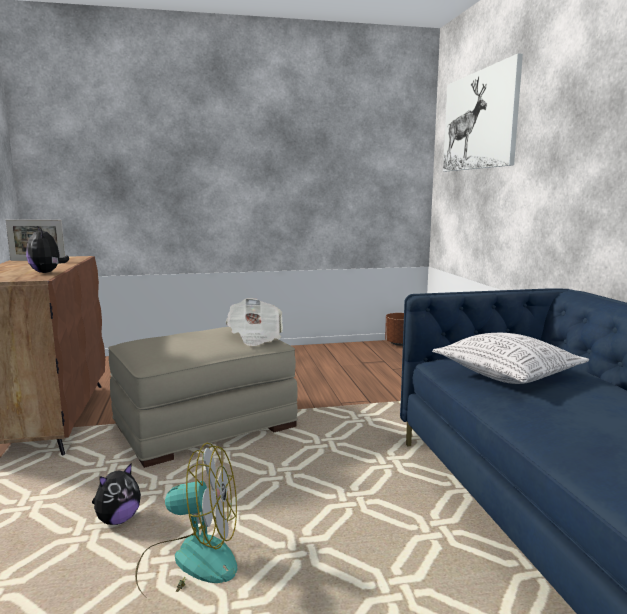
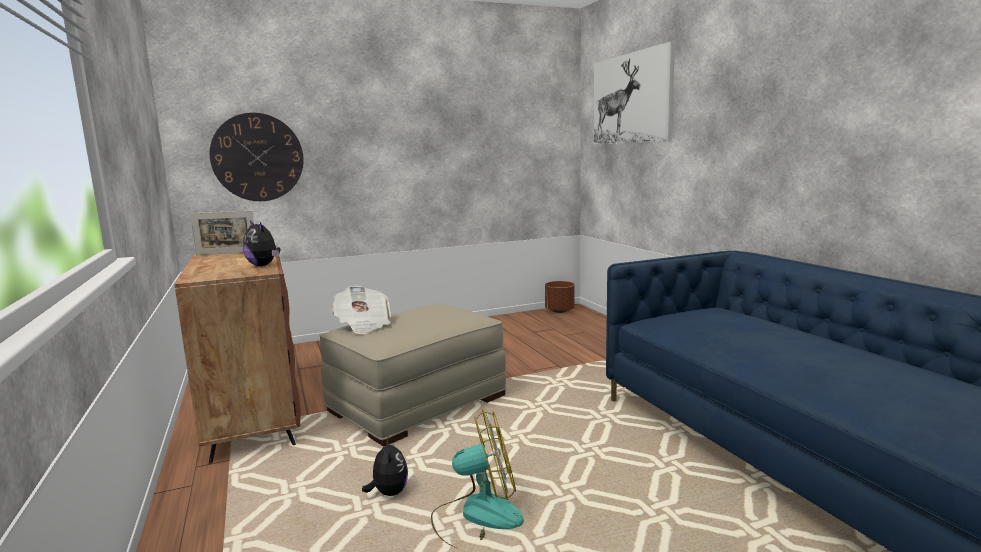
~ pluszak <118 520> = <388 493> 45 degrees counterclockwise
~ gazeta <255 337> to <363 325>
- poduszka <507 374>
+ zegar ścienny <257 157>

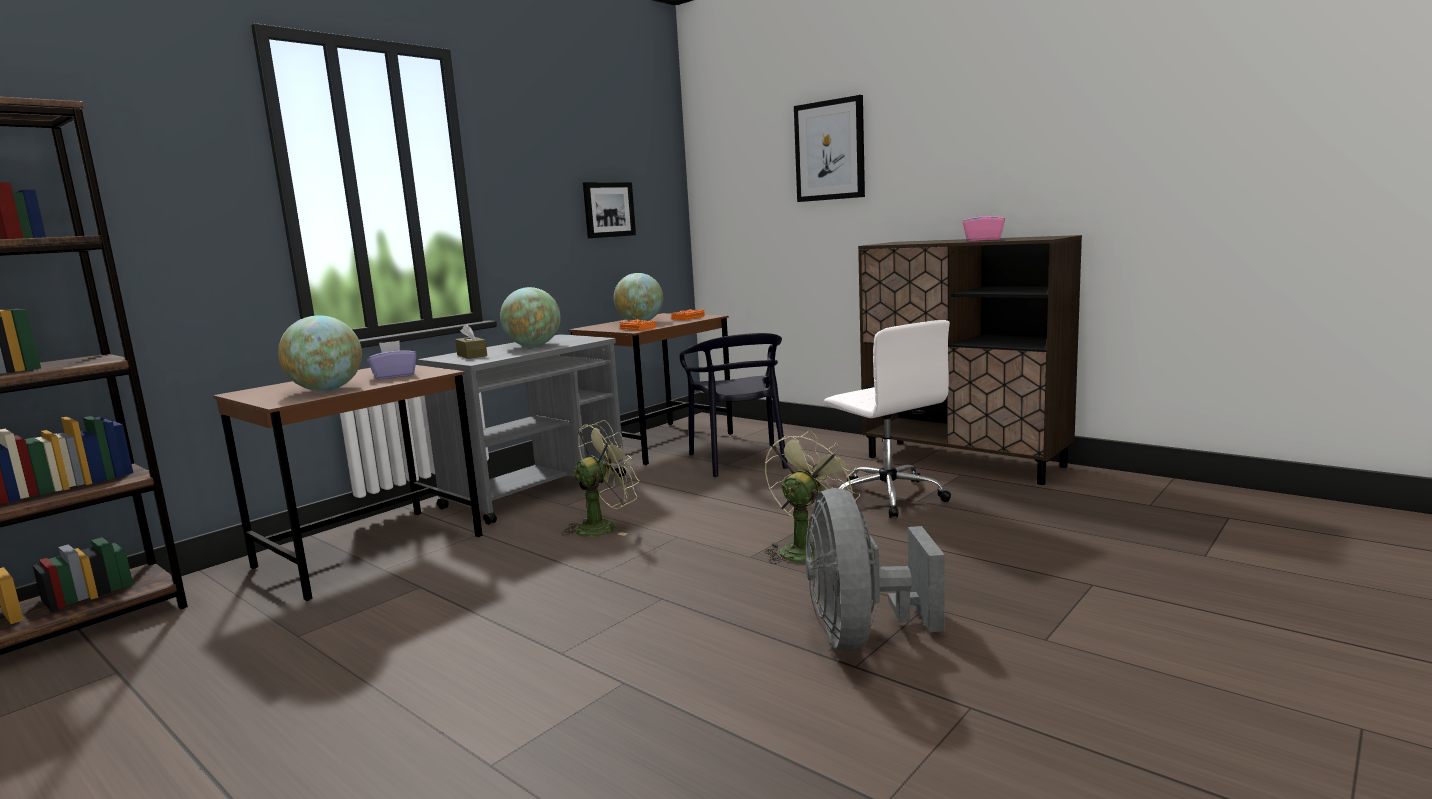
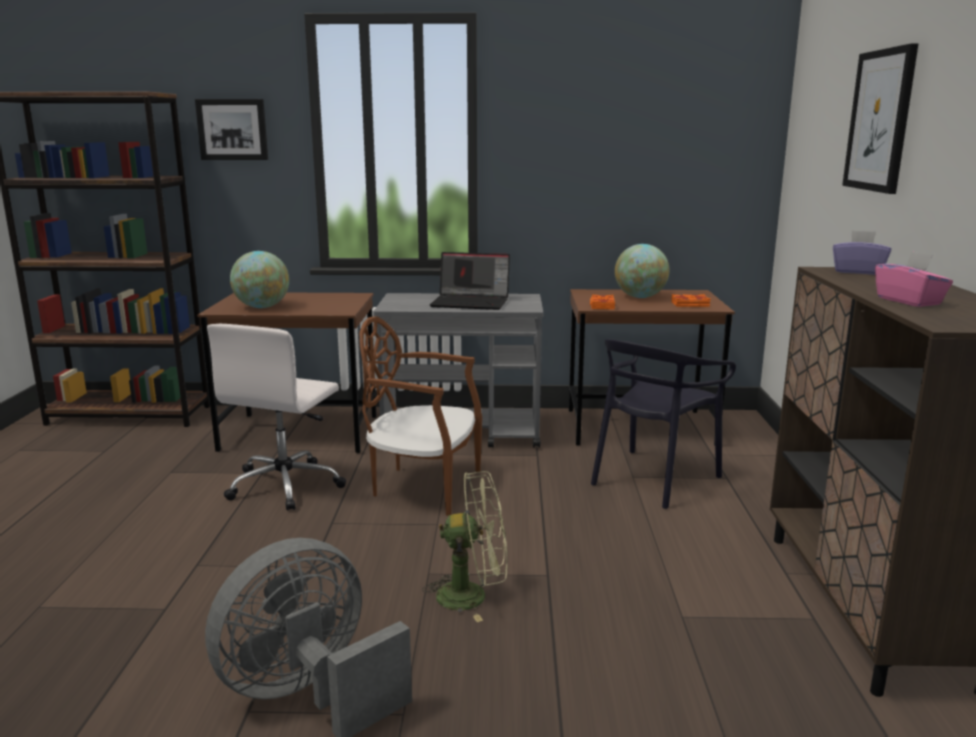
~ pudełko chusteczek/fioletowy <394 376> to <857 271>
- pudełko chusteczek/brązowy <472 355>
~ globus <533 346> to laptop <471 302>
~ wentylator/zielony <604 527> to krzesło/brązowy <423 486>
~ obraz <608 209> to <232 129>
~ krzesło biurowe/biały <887 497> to <286 485>

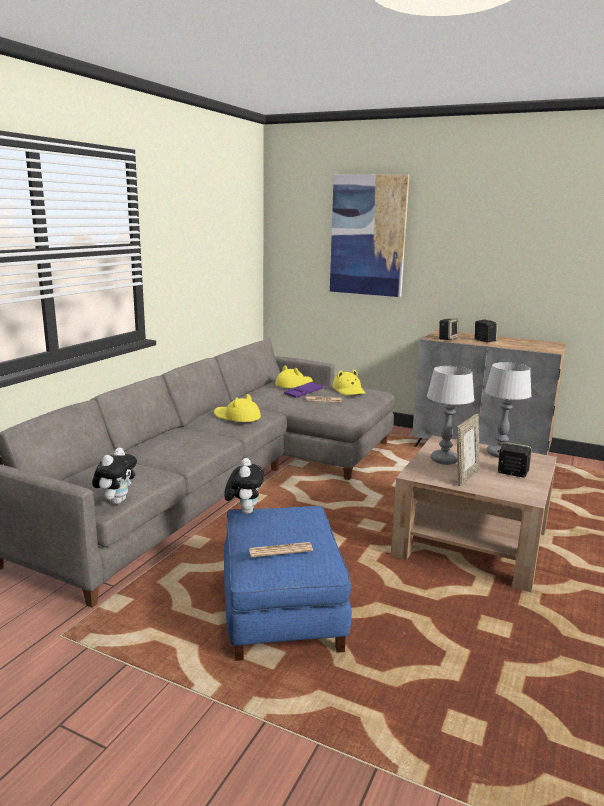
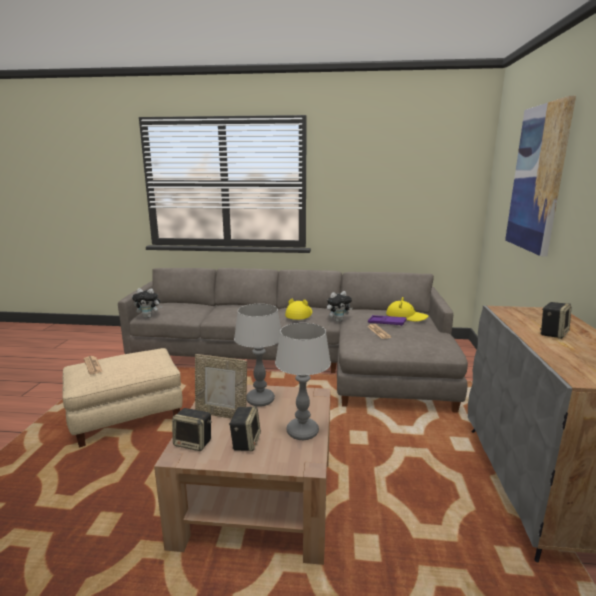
~ pluszak <244 511> to <338 320>
~ pufa/niebieski <280 611> to pufa/beżowy <128 415>
- kapelusz/żółty <349 390>
~ głośnik <447 339> to <194 443>

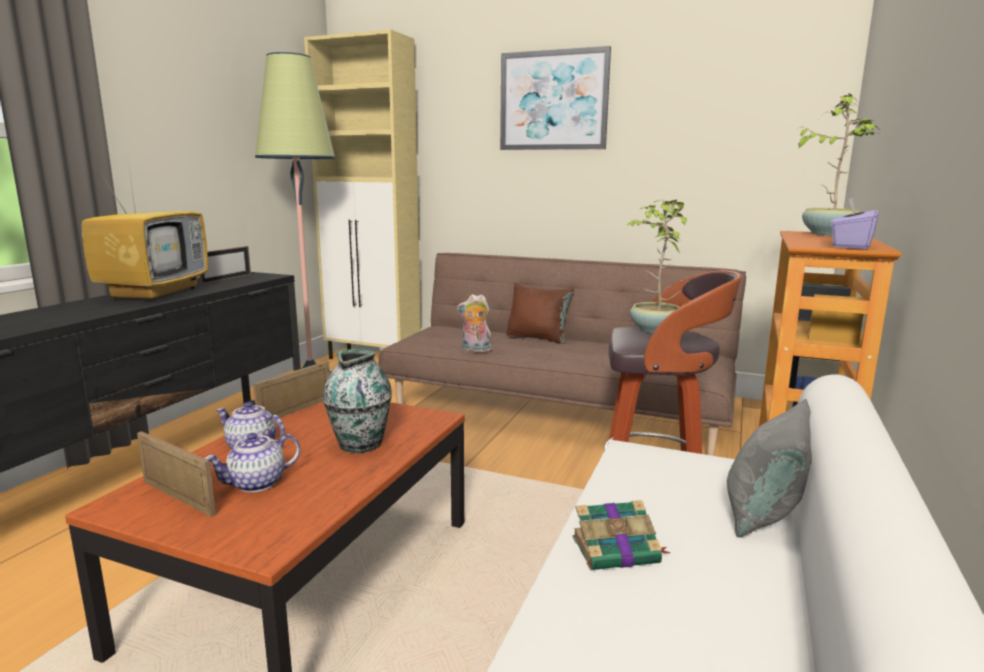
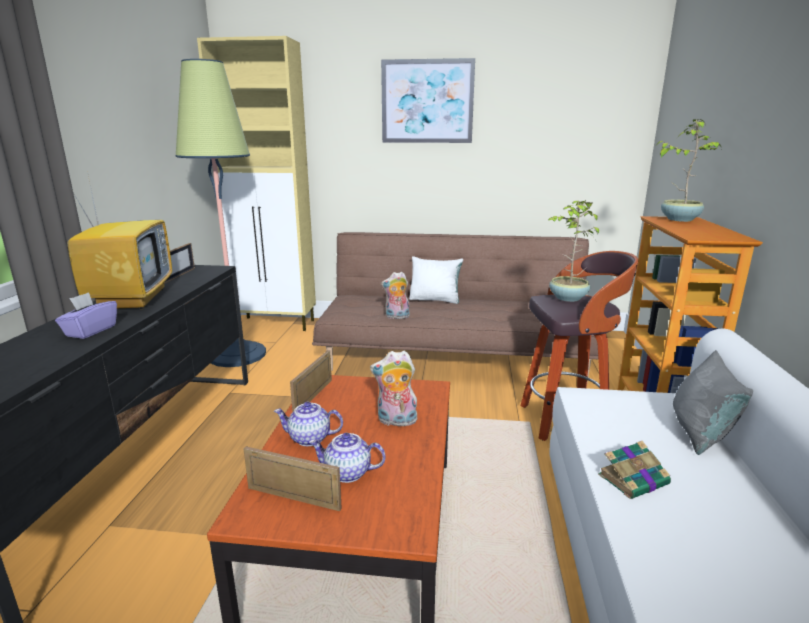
~ imbryk <256 484> = <347 473> 60 degrees clockwise
~ wazon <360 444> to pluszak <396 421>
~ poduszka/brązowy <538 337> to poduszka/biały <435 300>
~ pudełko chusteczek/fioletowy <850 246> to <90 331>

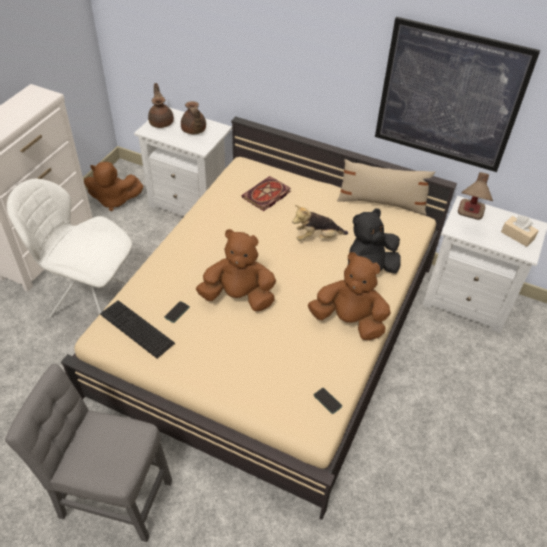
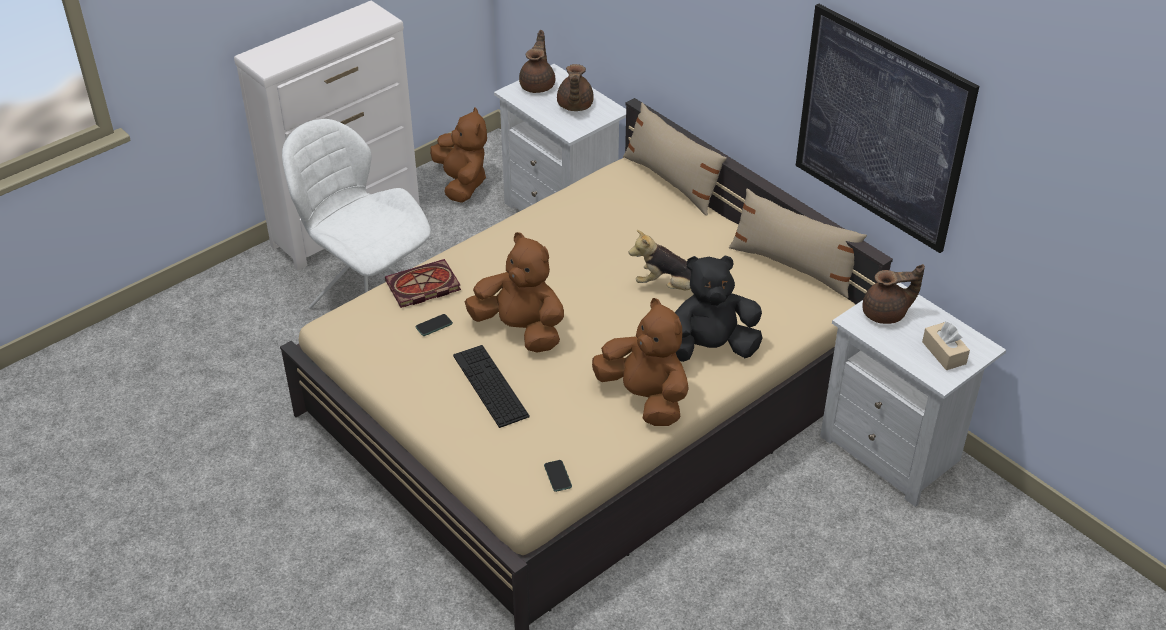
- krzesło/szary <111 495>
~ pluszak/brązowy <114 200> = <462 183> 135 degrees counterclockwise
~ klawiatura <136 328> to <490 385>
~ książka <266 196> to <421 287>
~ lampa stołowa <468 219> to imbryk/brązowy <886 314>
+ poduszka/beżowy <672 181>

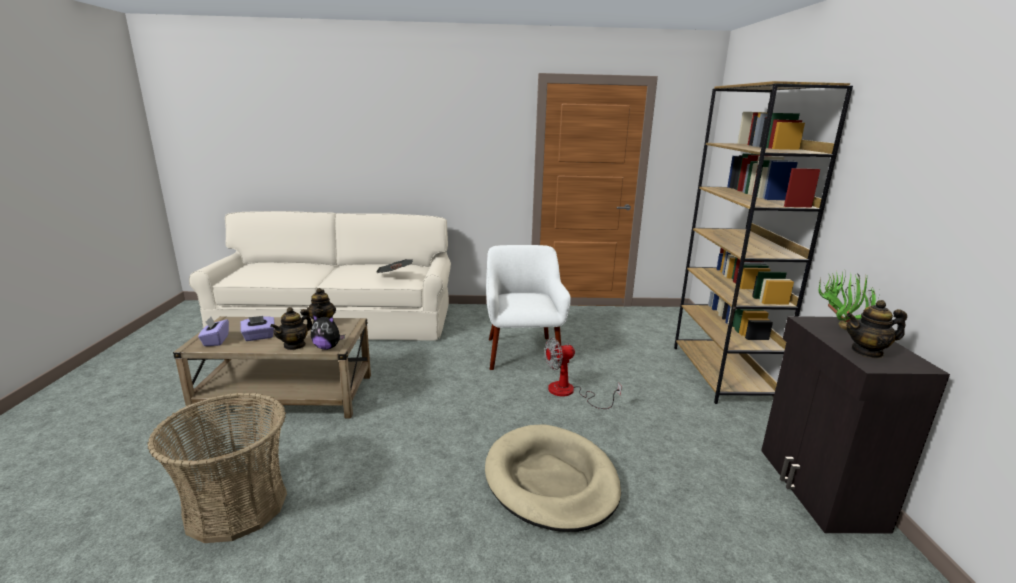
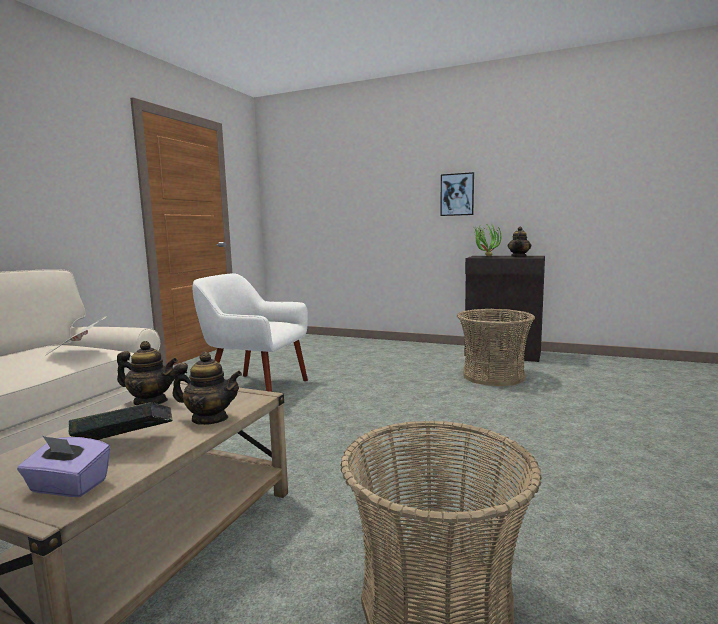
~ pudełko chusteczek/fioletowy <259 337> to książka <126 445>
~ imbryk <295 345> = <210 419> 45 degrees counterclockwise
- pluszak <327 347>
- legowisko/beżowy <551 480>
- wentylator <569 393>
- regał/brązowy <721 373>
+ obraz <457 194>
+ koszyk <493 376>

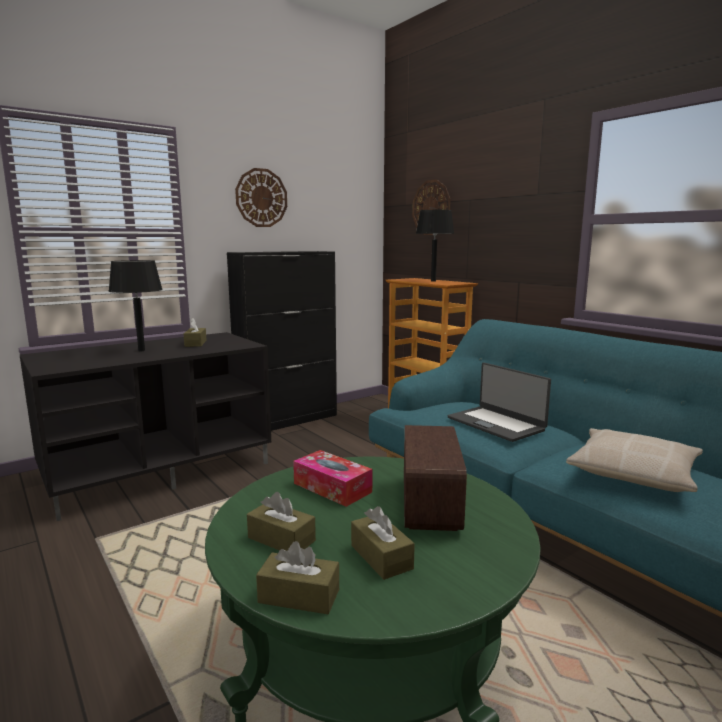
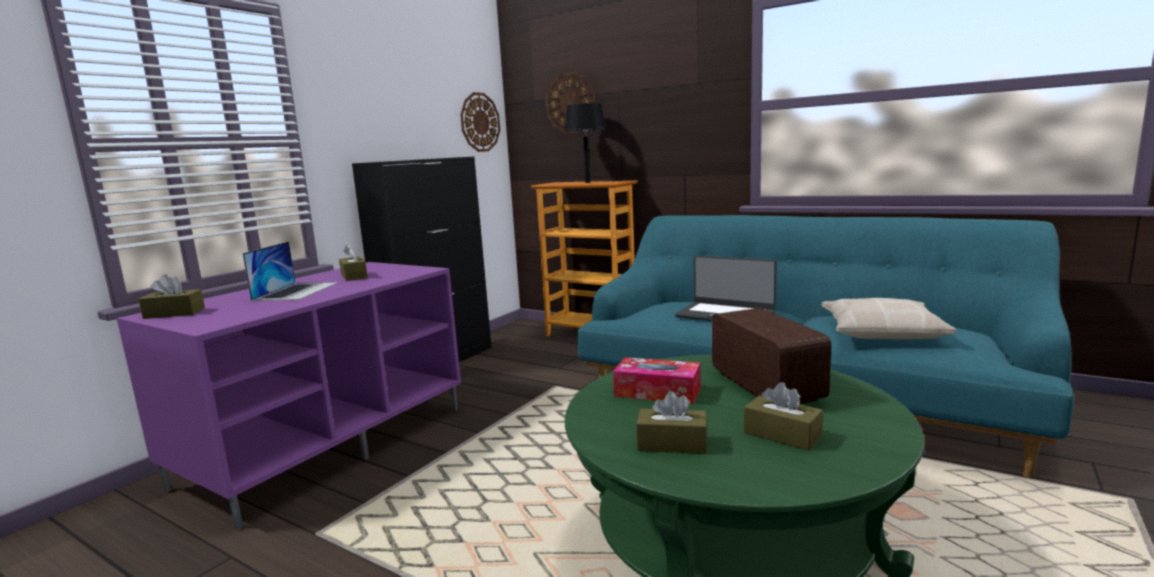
~ szafka pod telewizor/czarny <160 471> to szafka pod telewizor/fioletowy <328 444>
~ lampa stołowa/czarny <141 350> to laptop <296 291>
~ zegar ścienny <261 198> to <480 122>
~ pudełko chusteczek/brązowy <299 596> to <174 313>

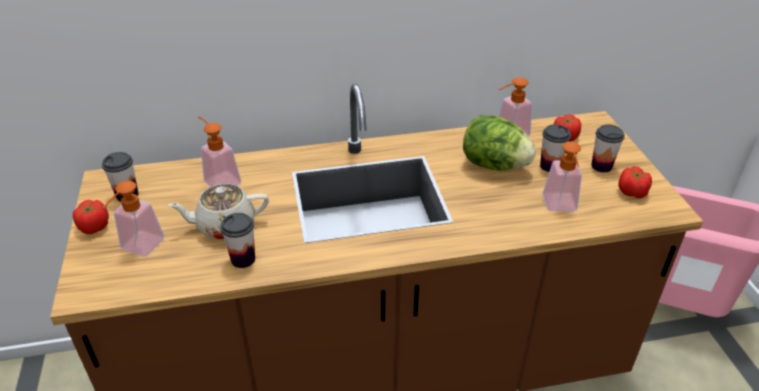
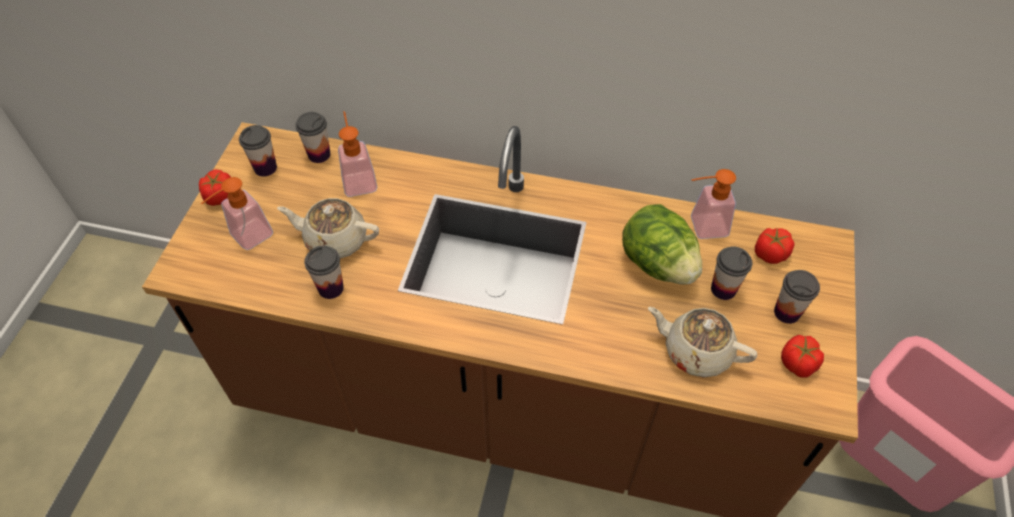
~ dozownik mydła <560 207> to imbryk/beżowy <696 351>
+ filiżanka <319 154>

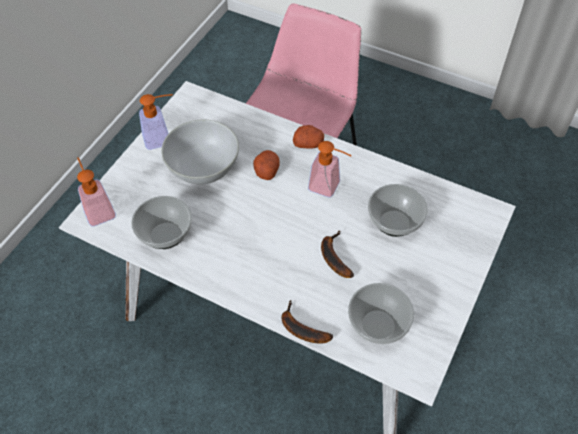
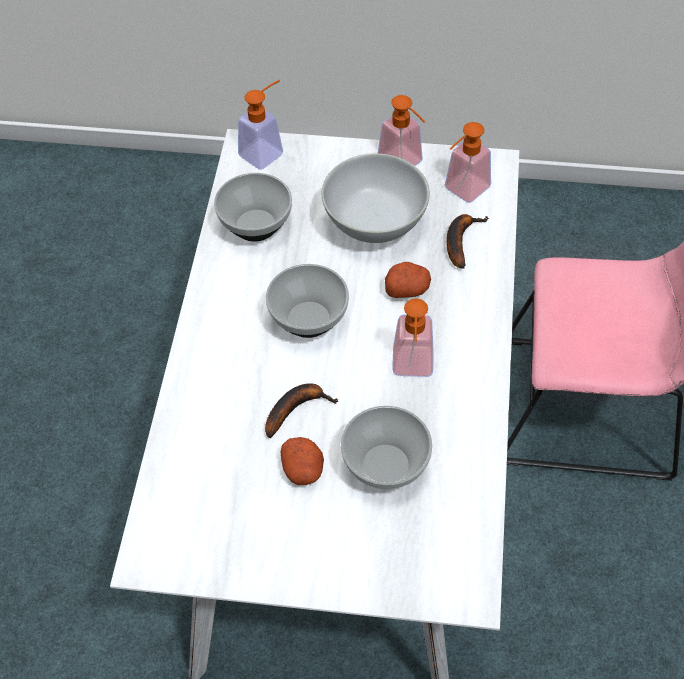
~ banan <300 329> to <460 240>
~ ziemniak <308 143> to <303 469>
~ miska <377 325> to <309 319>
+ dozownik mydła <462 192>

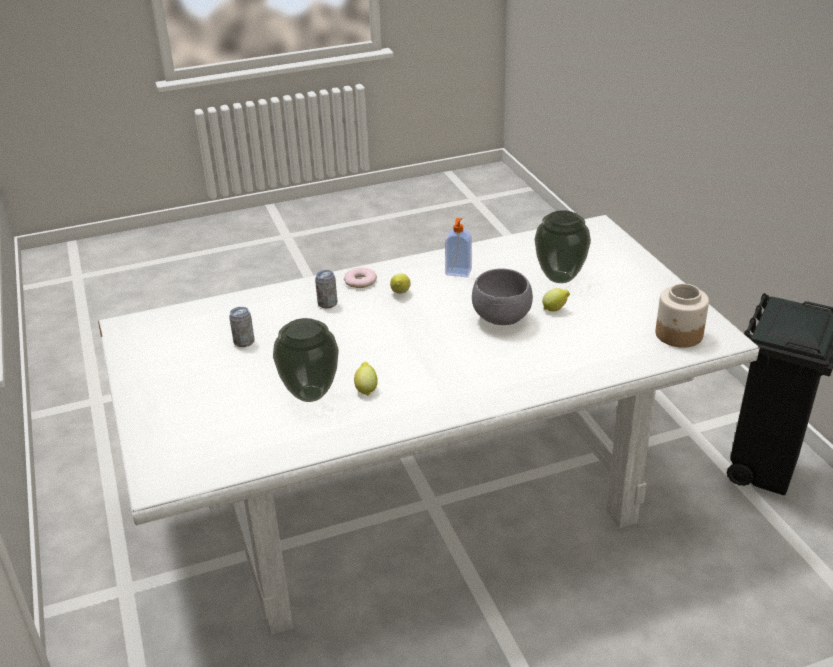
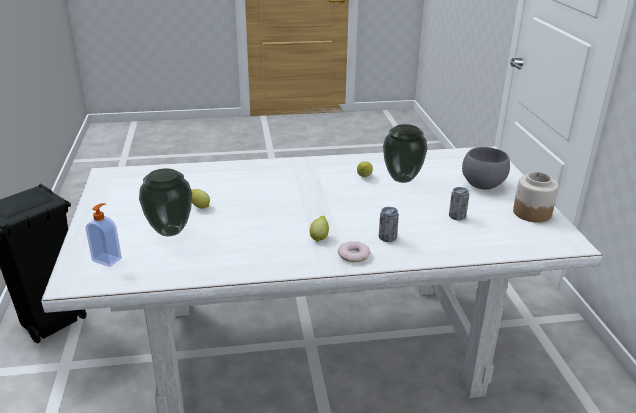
~ dozownik mydła <458 272> to <107 259>
~ miska/szary <503 319> to <481 185>
~ słoik <679 335> to <532 213>

